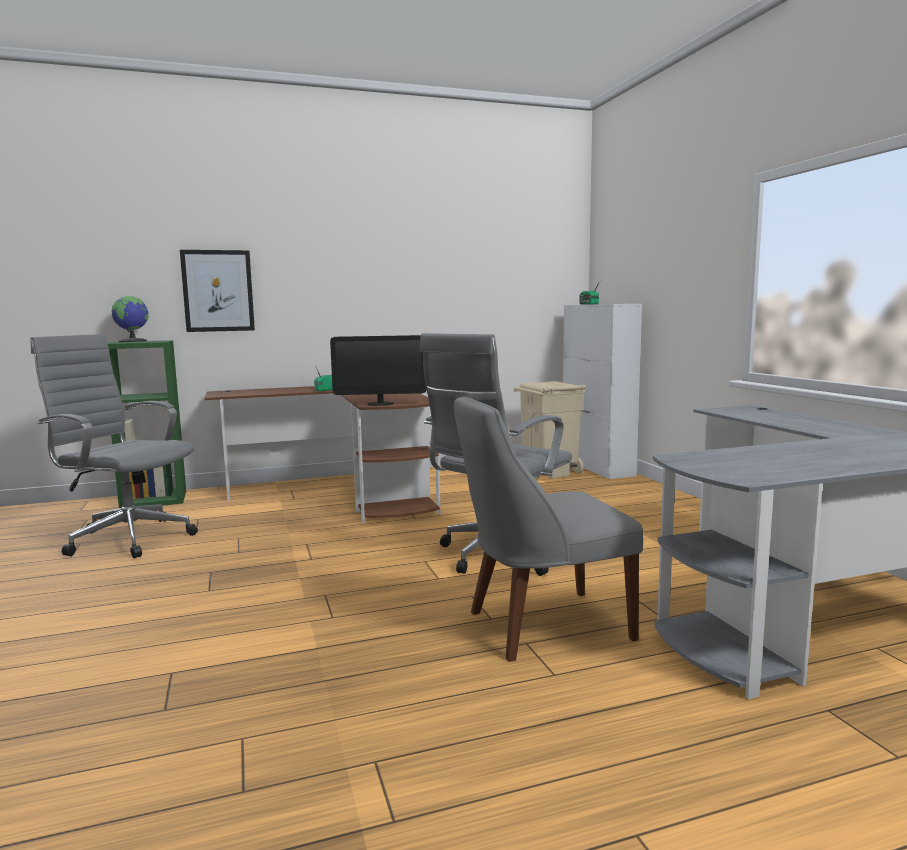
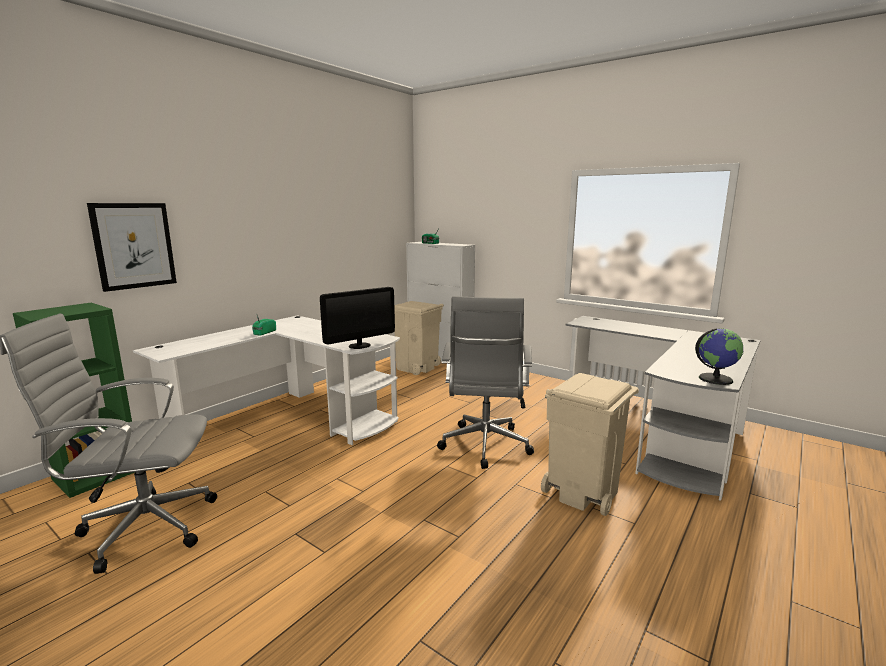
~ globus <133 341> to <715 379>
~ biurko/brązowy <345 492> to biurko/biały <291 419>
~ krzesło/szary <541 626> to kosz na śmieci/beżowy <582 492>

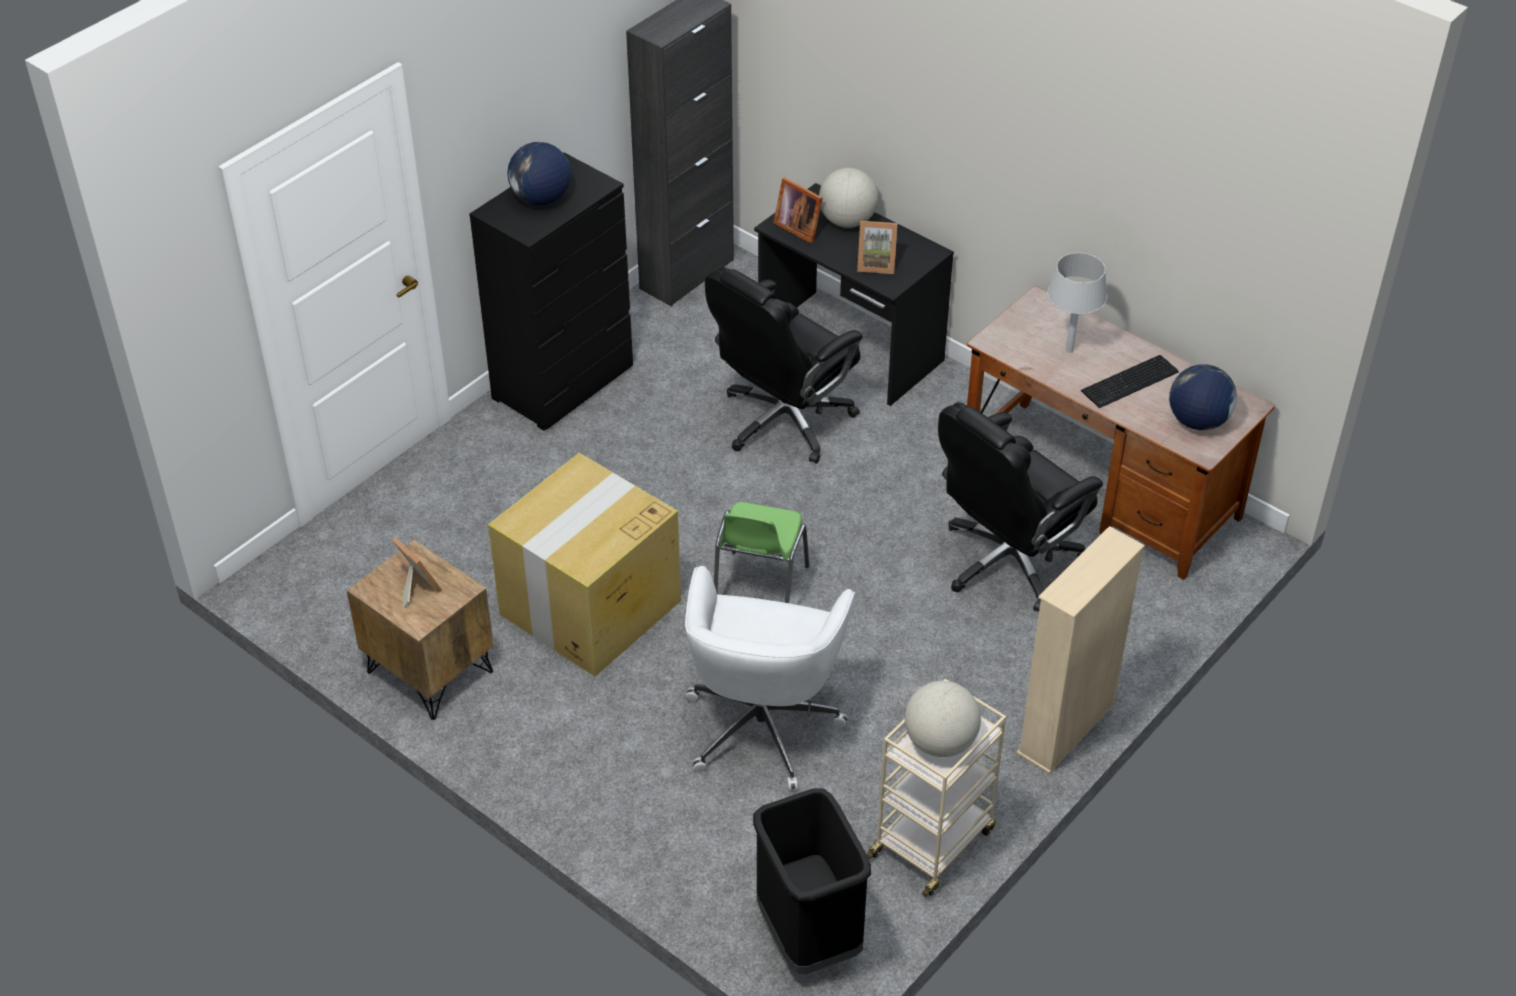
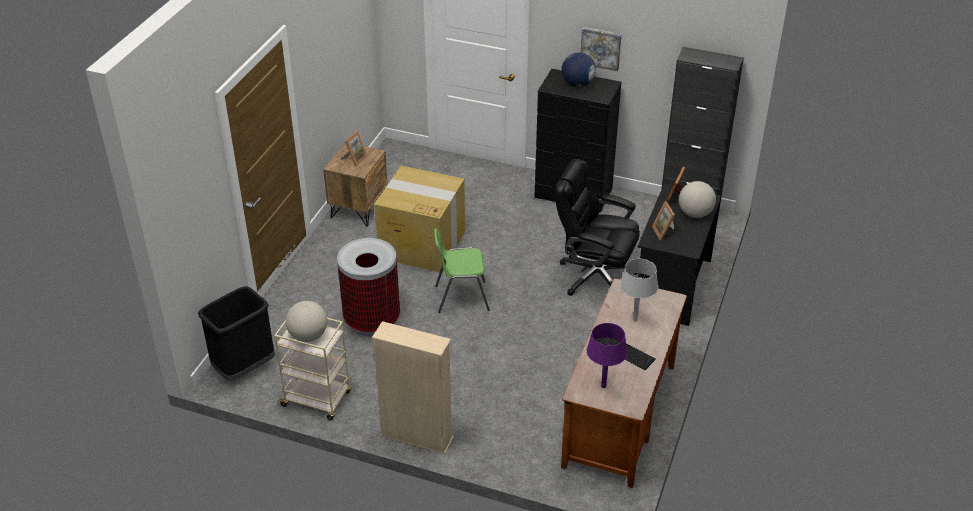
~ krzesło biurowe/biały <763 723> to kosz na śmieci <371 320>
- krzesło biurowe/czarny <1008 562>
~ globus <1197 421> to lampa stołowa/fioletowy <603 386>
+ obraz <601 48>

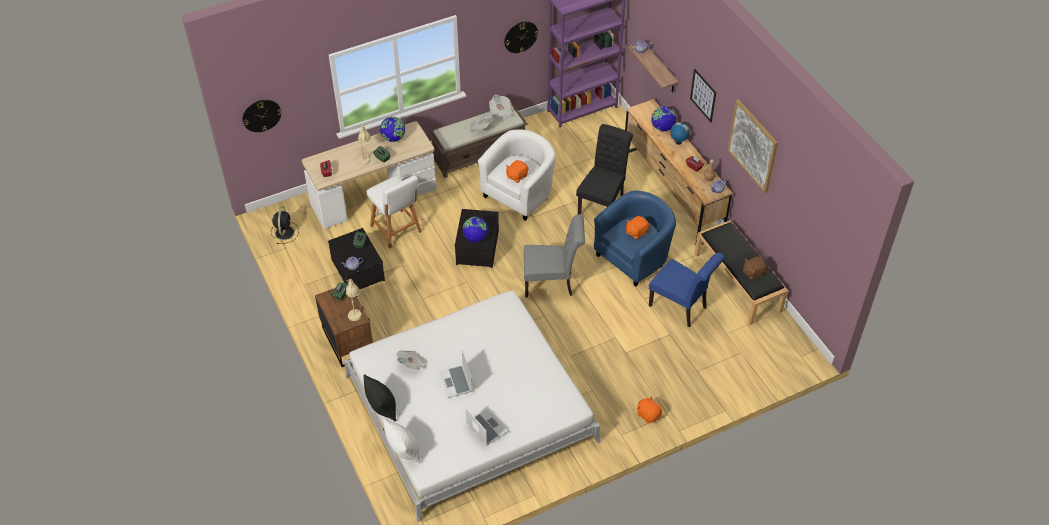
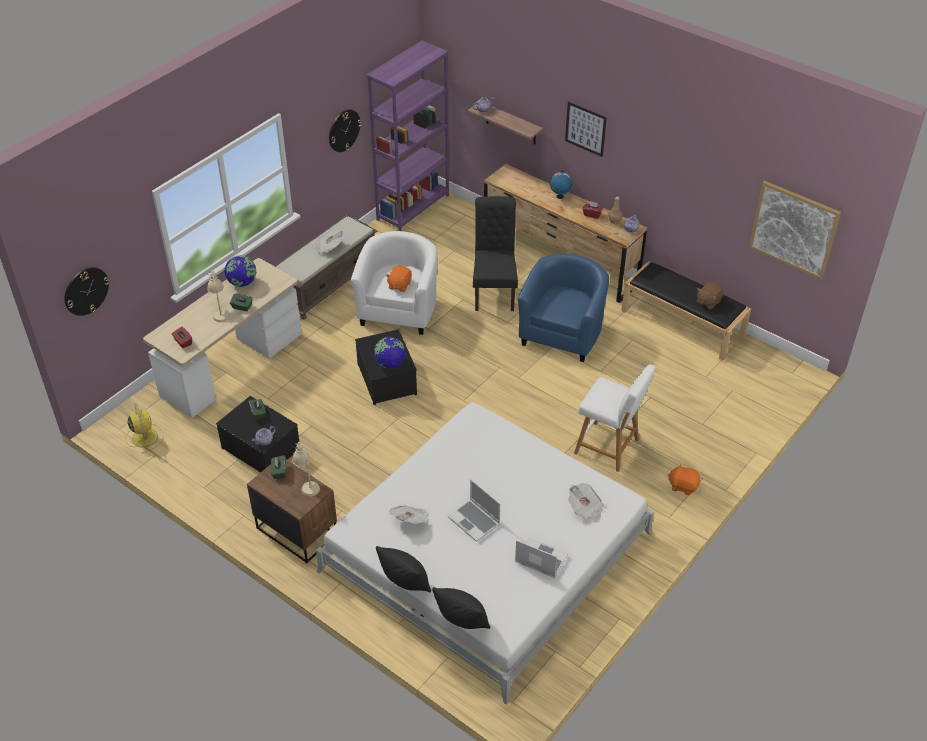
~ wentylator/czarny <285 232> to wentylator/żółty <144 437>
~ stołek/biały <397 230> to <609 448>
~ poduszka/biały <404 451> to poduszka/czarny <462 622>
~ gazeta <501 113> to <585 509>
- krzesło/szary <552 283>
- pluszak/pomarańczowy <636 232>
- krzesło/niebieski <681 308>
- globus <662 128>
~ obraz <753 146> to <794 229>

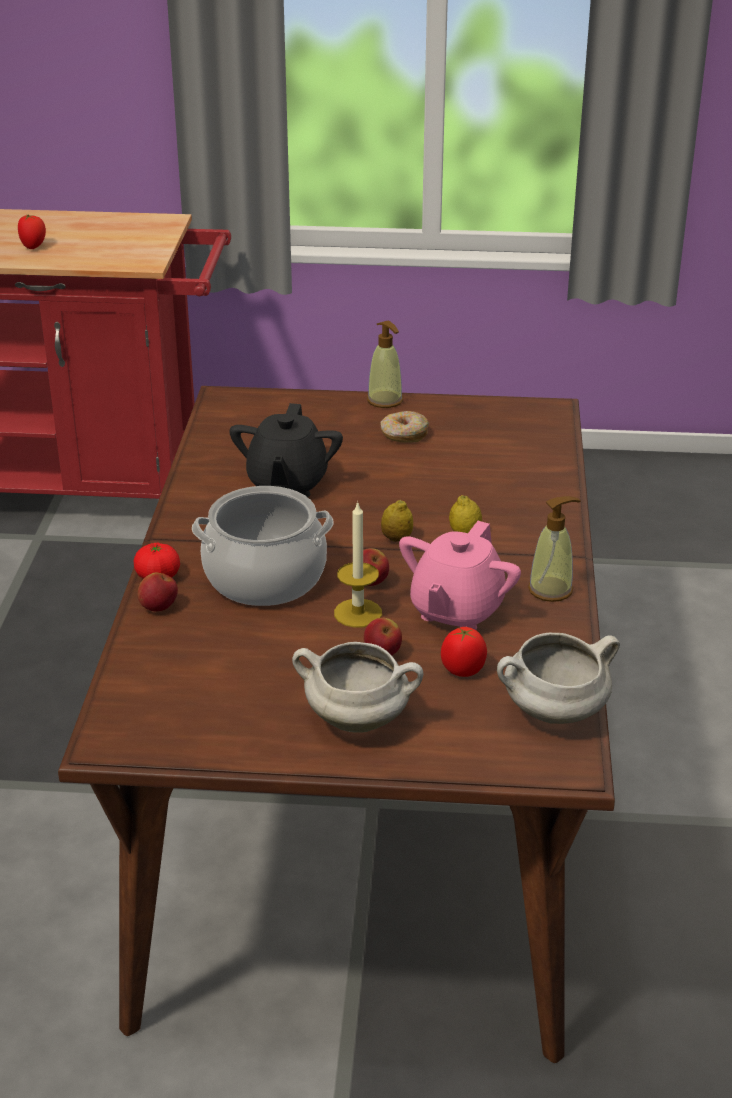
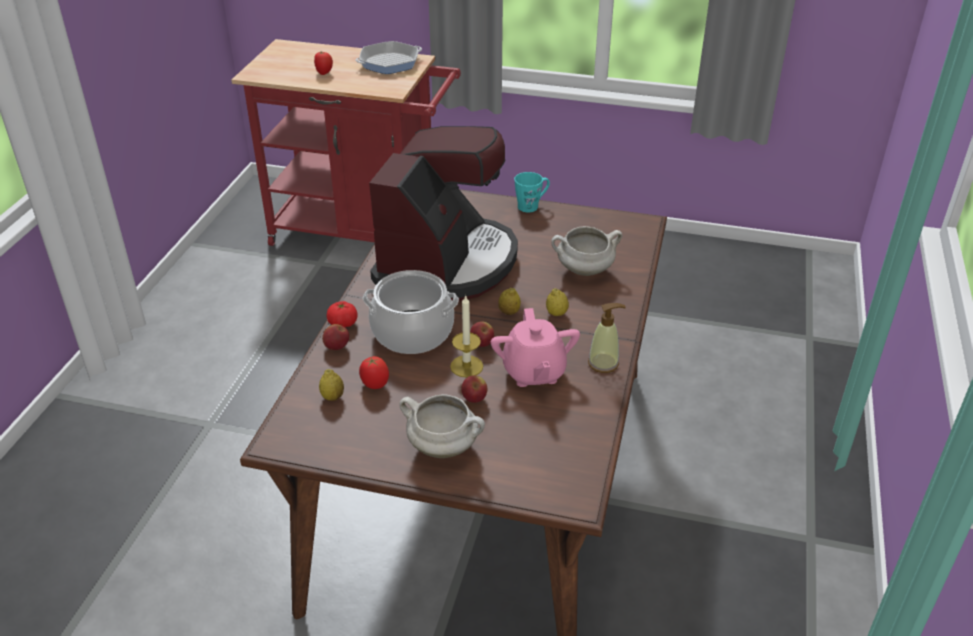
~ imbryk/czarny <287 484> to ekspres do kawy <447 263>
~ dozownik mydła <385 400> to kubek/turkusowy <531 206>
- donut <404 434>
~ imbryk/różowy <456 611> = <533 372> 45 degrees counterclockwise
~ pomidor <462 671> to <374 384>
~ garnek/biały <554 713> to <584 270>
+ cytryna <332 397>
+ patelnia <389 63>

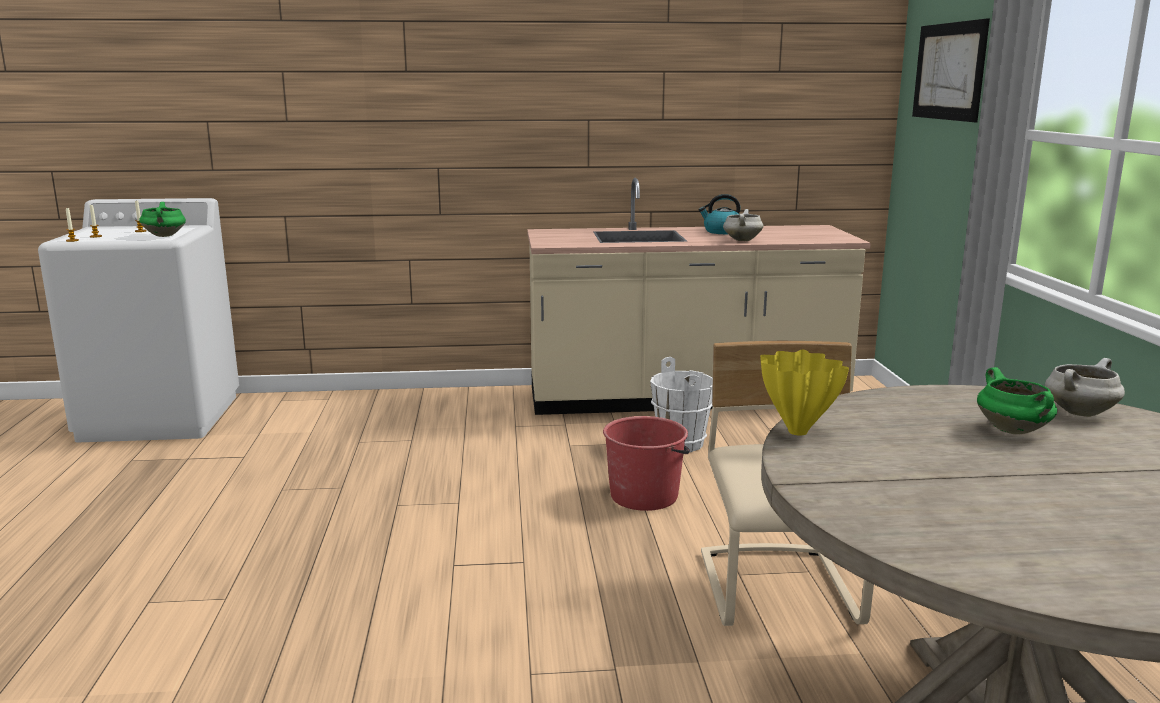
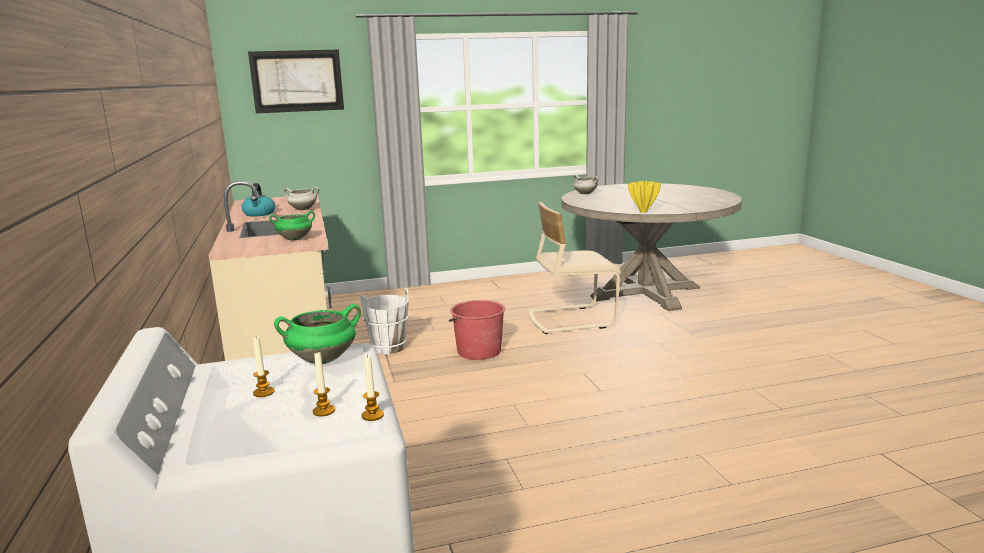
~ garnek/zielony <1014 431> to <295 239>

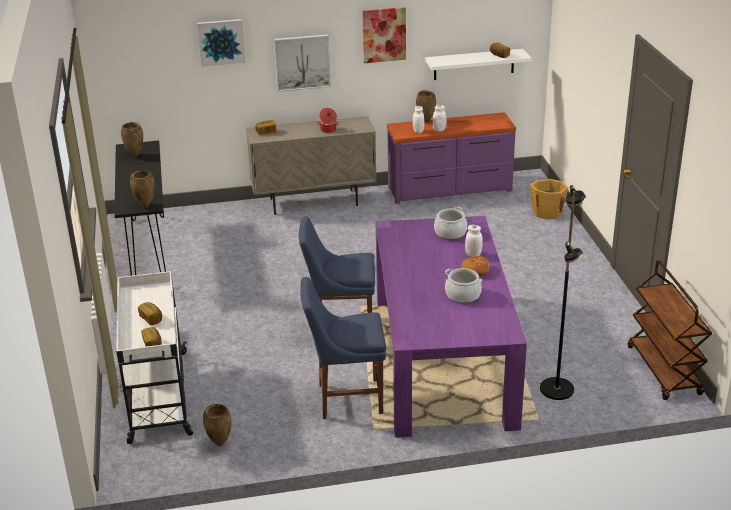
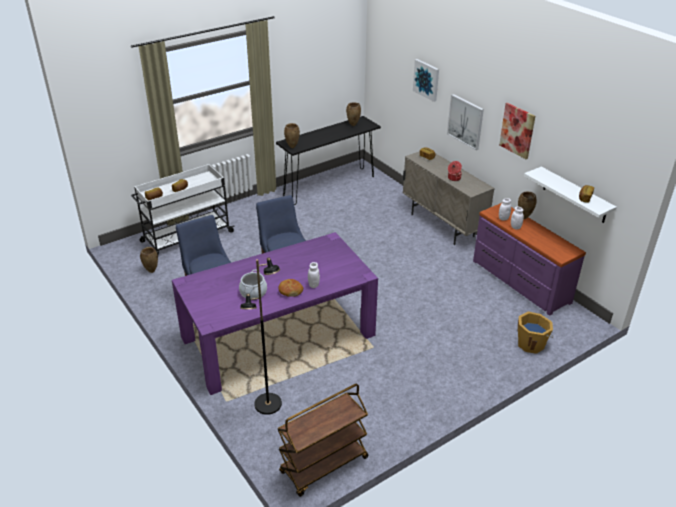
- garnek <450 233>

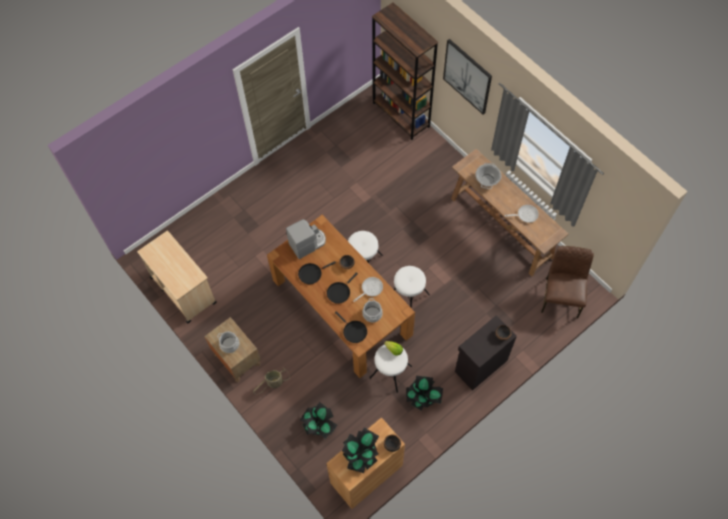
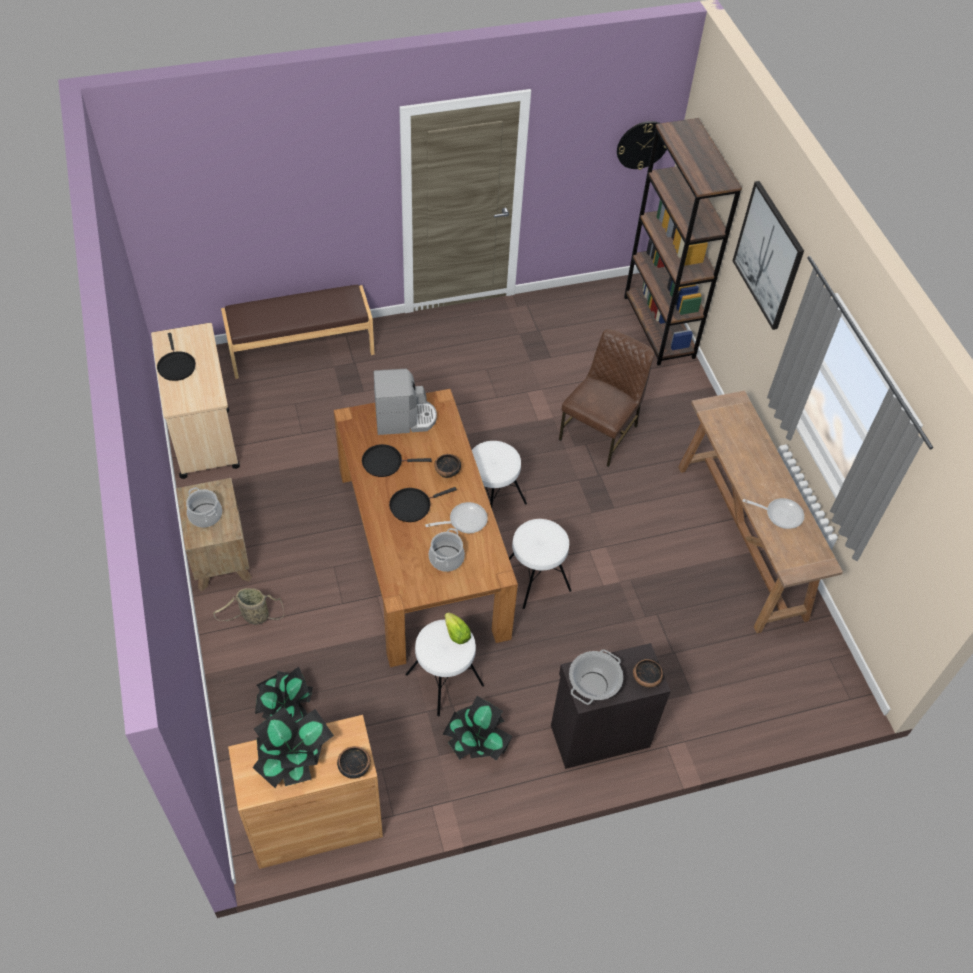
~ patelnia/czarny <353 331> to <176 366>
~ garnek <487 180> to <593 684>
~ krzesło/brązowy <561 297> to <600 432>
+ ławka/brązowy <301 349>
+ zegar ścienny <642 144>

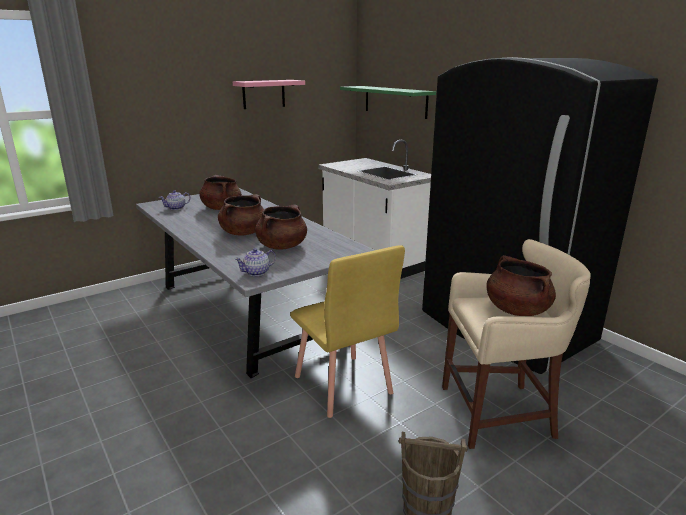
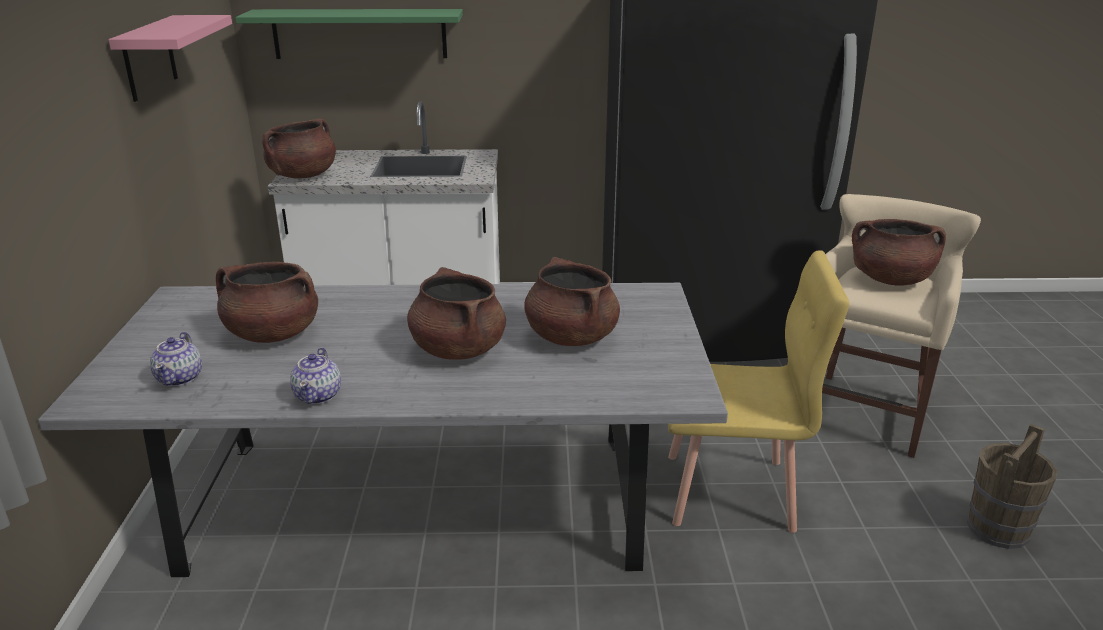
~ imbryk <257 272> to <318 395>
+ garnek/brązowy <302 175>

